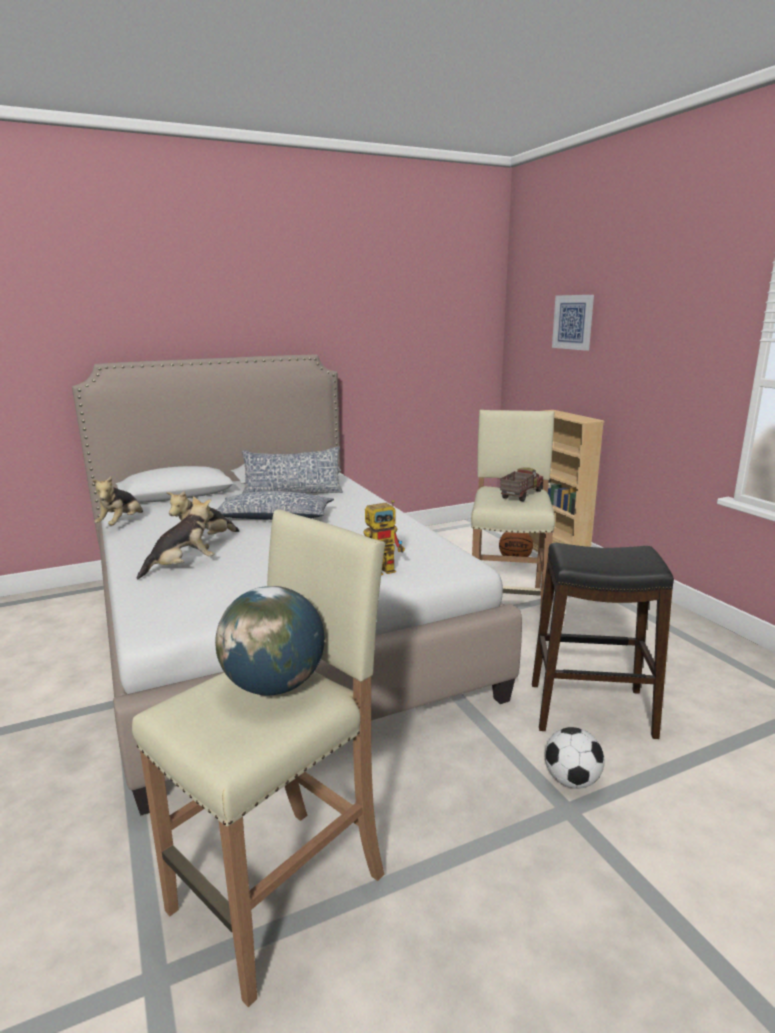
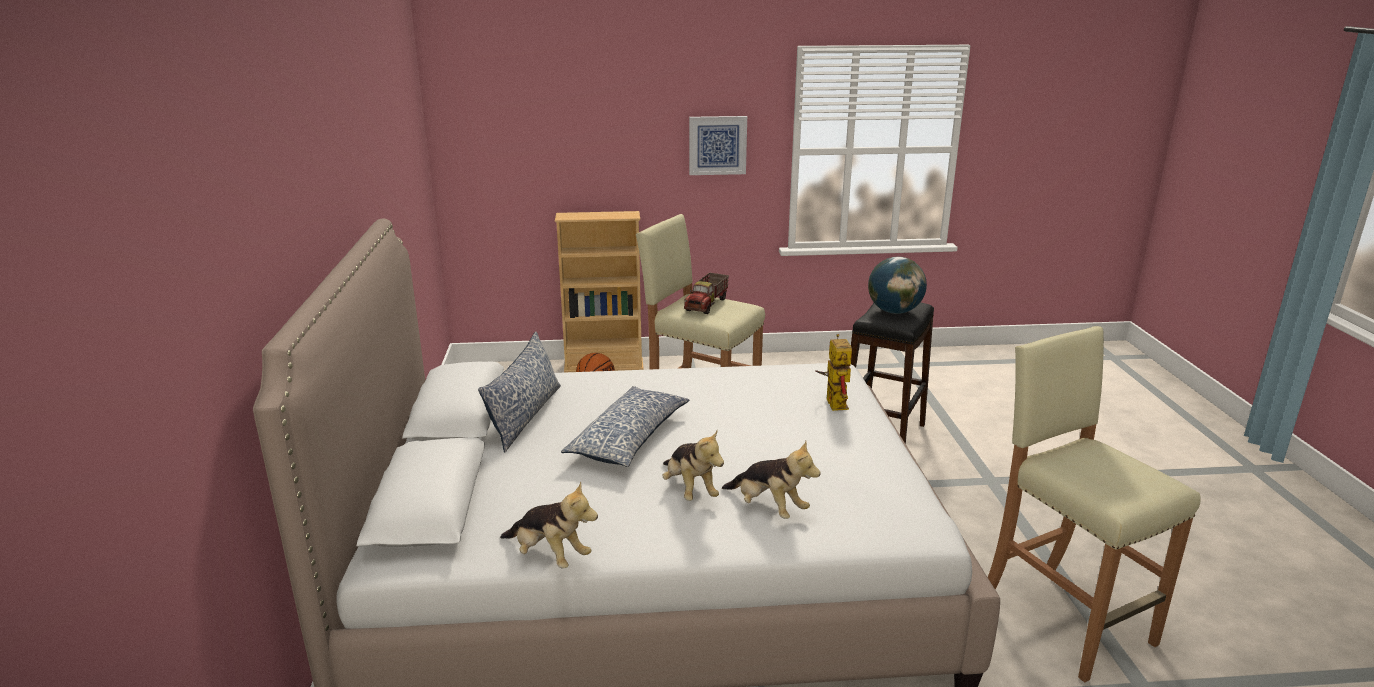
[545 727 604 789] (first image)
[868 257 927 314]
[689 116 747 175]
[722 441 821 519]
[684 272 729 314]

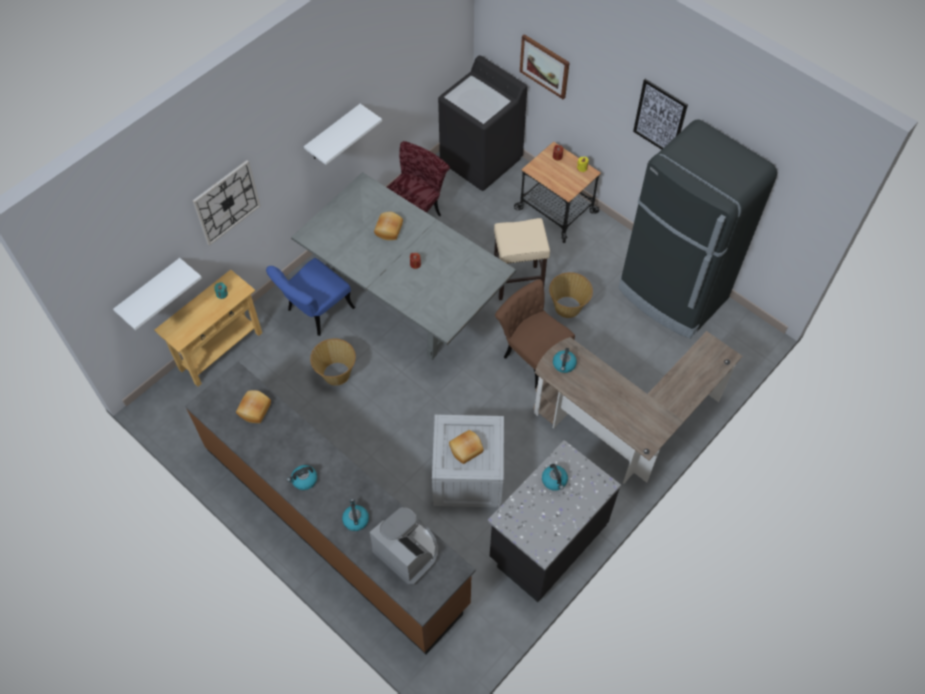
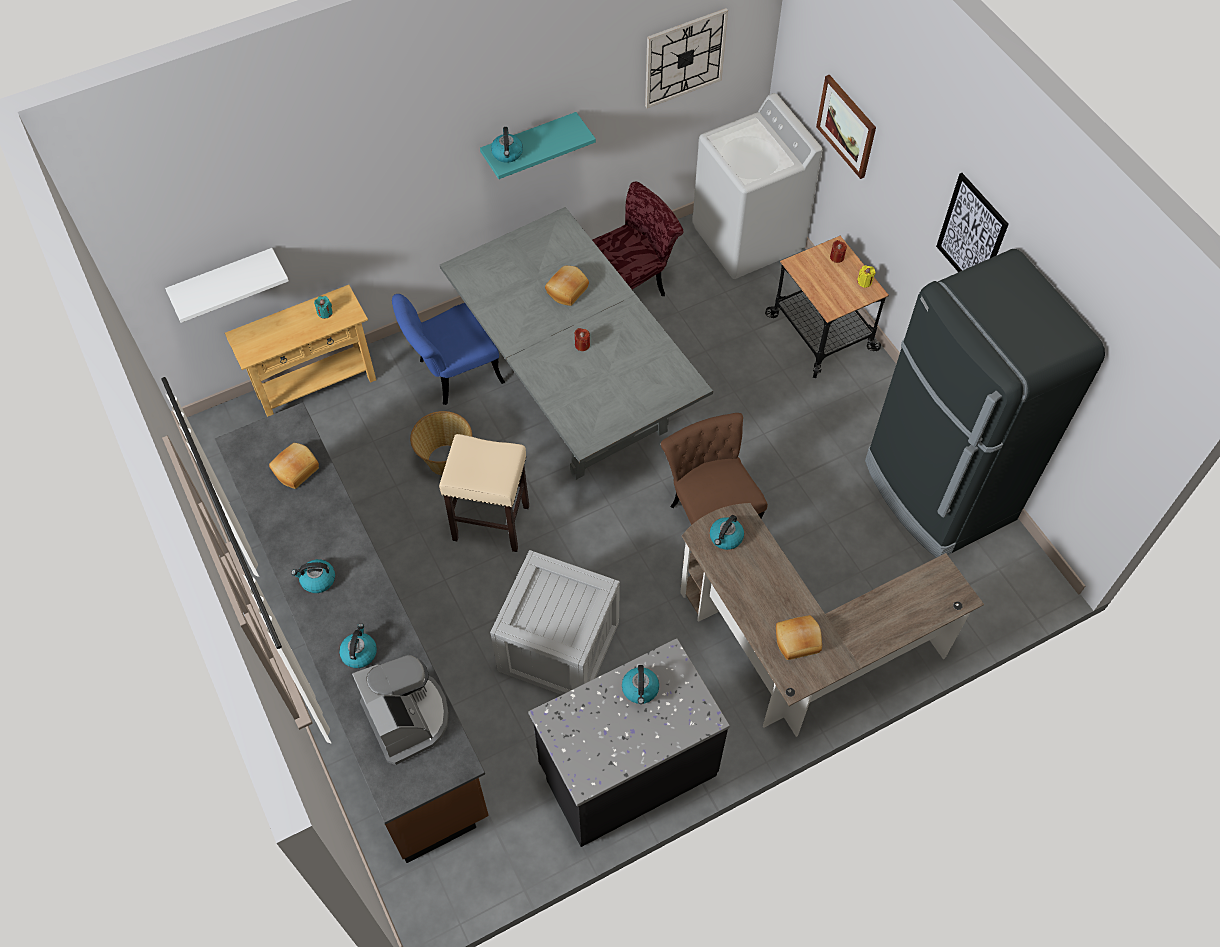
[549 272 593 318] (first image)
[491 127 523 163]
[645 8 728 108]
[776 615 822 660]
[439 434 529 552]
[480 112 596 179]
[692 93 822 279]

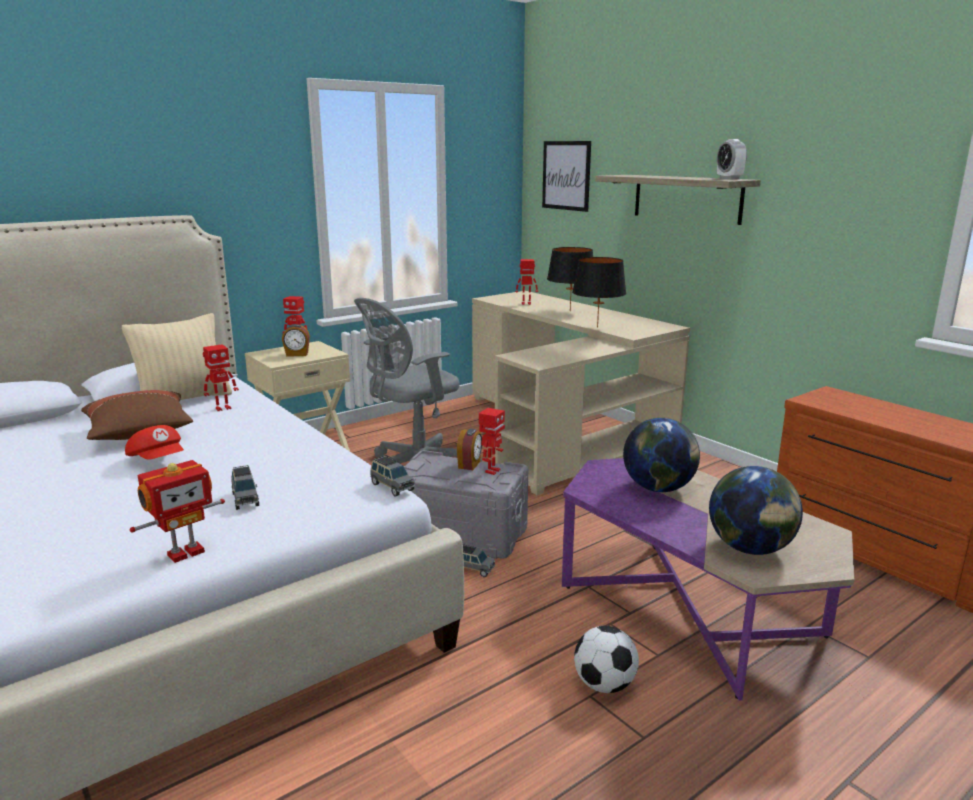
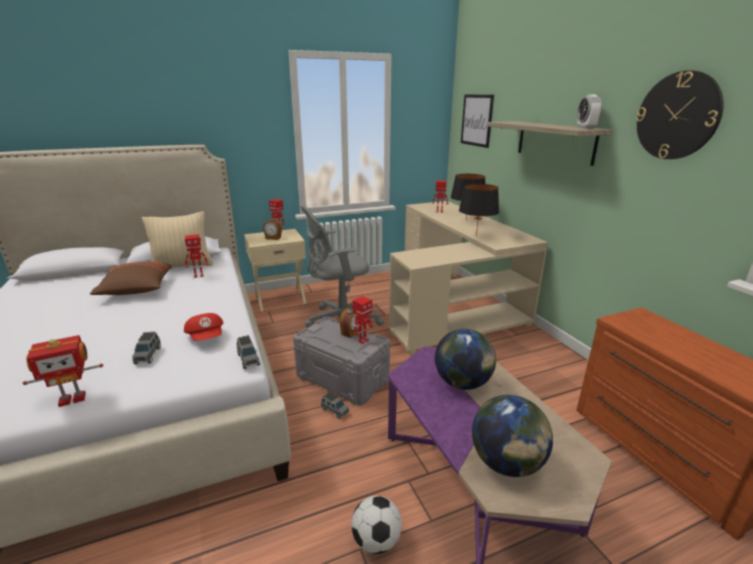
[636 70 724 159]
[184 313 223 341]

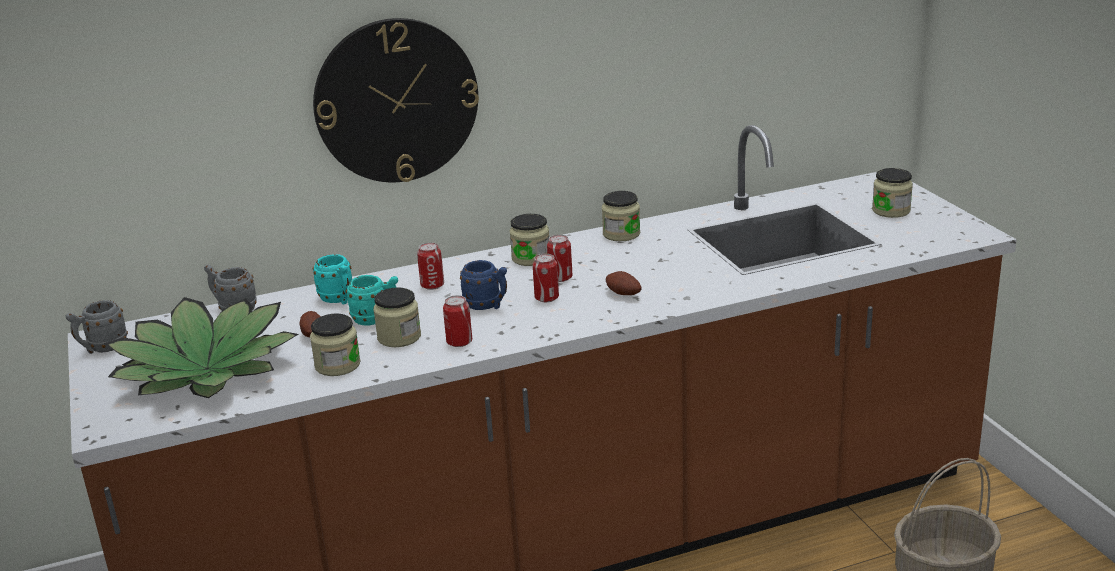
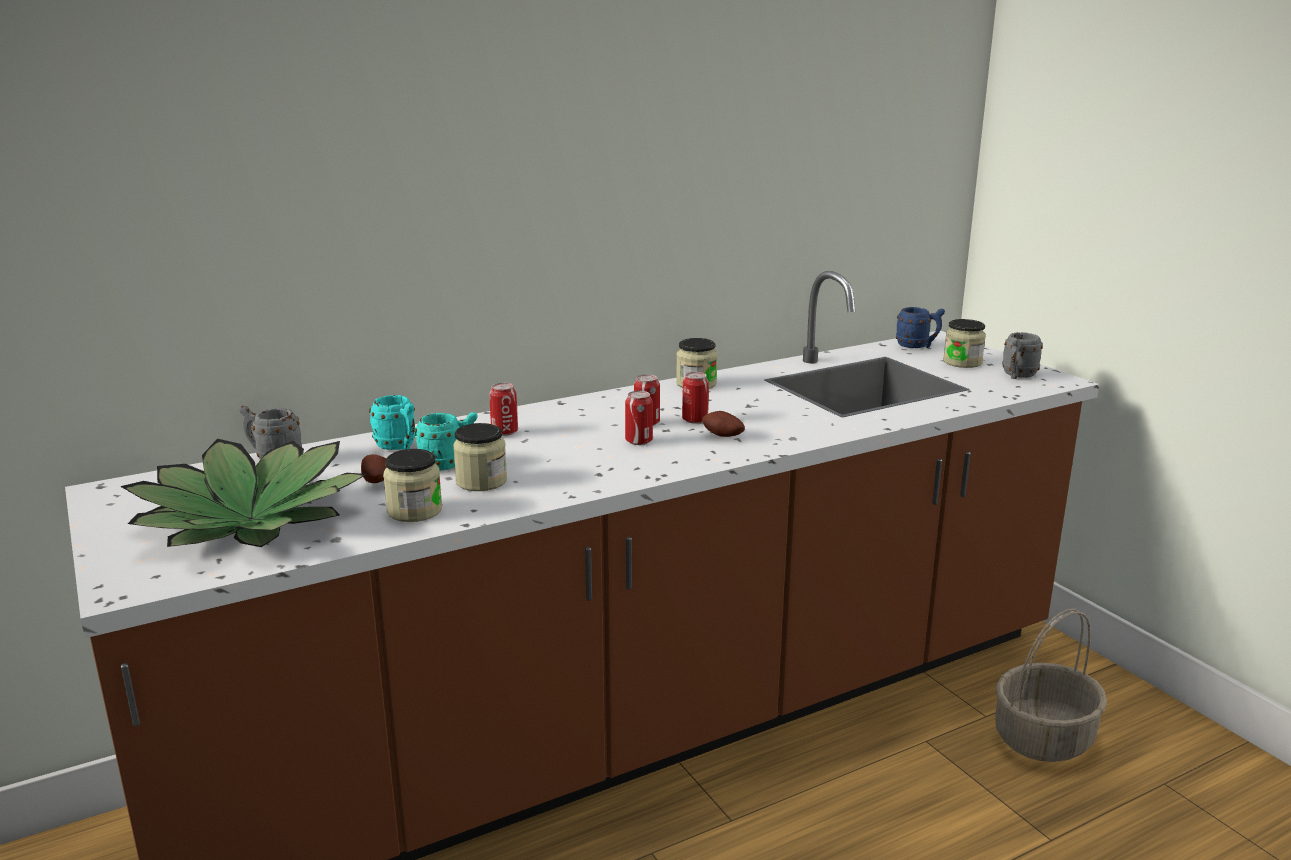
[313 18 479 182] (first image)
[510 214 549 266] (first image)
[1002 332 1043 379]
[682 372 709 424]
[896 307 945 348]

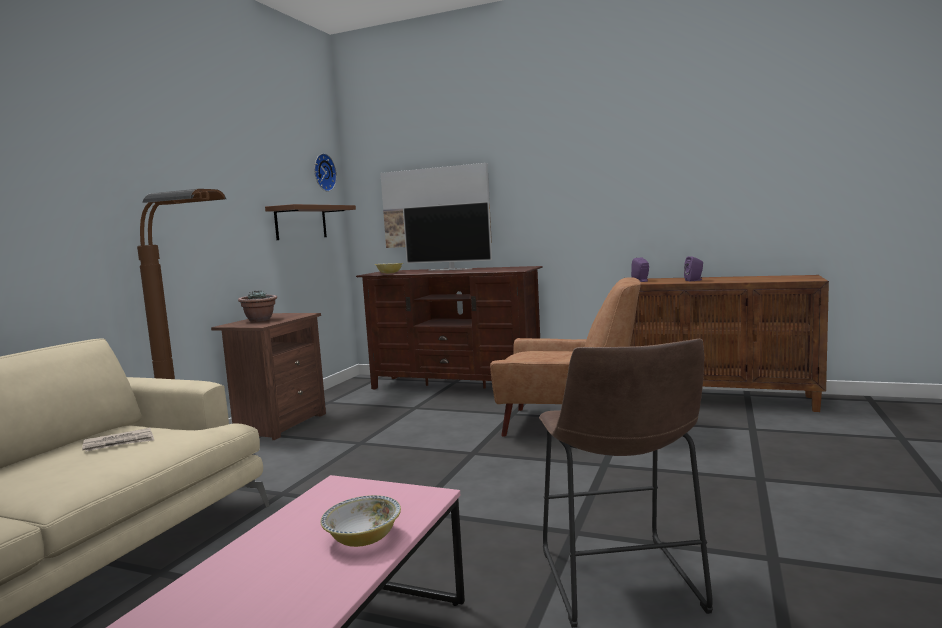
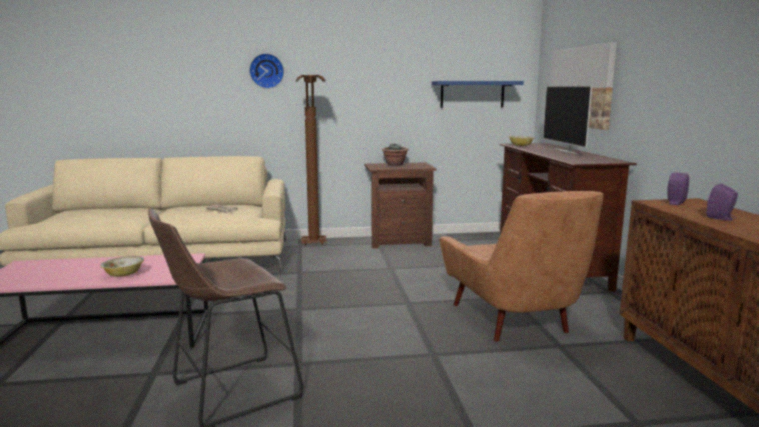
[249 53 284 89]
[432 81 524 108]

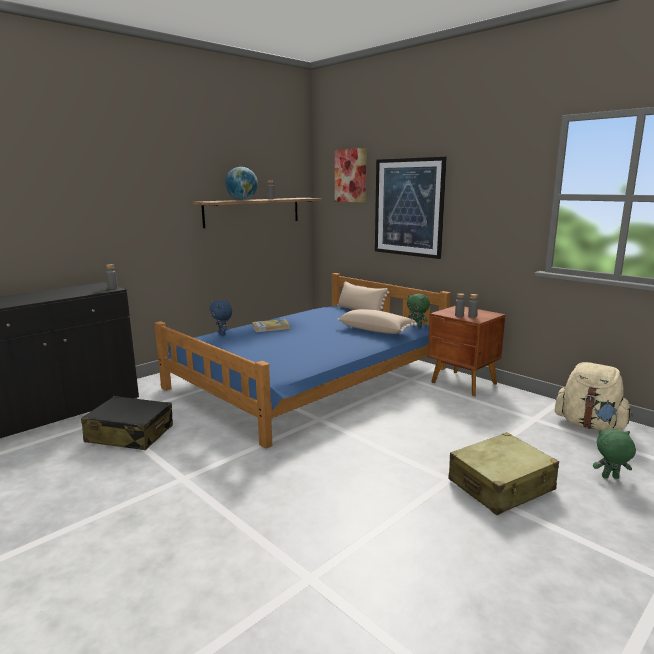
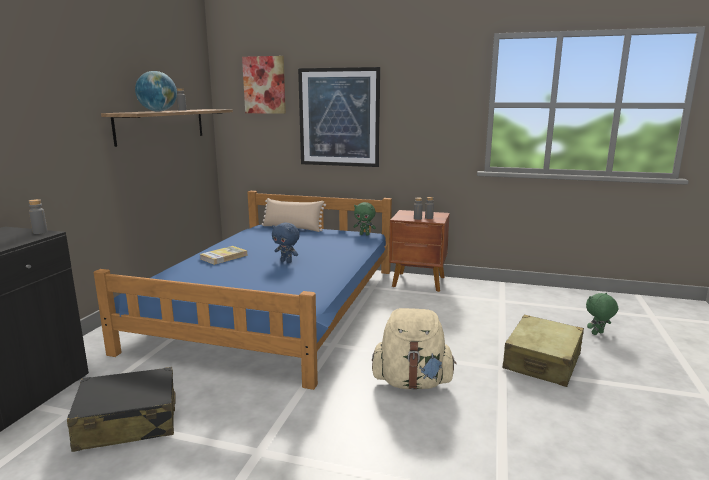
[337 309 417 334] (first image)
[272 223 300 263]
[372 308 456 390]

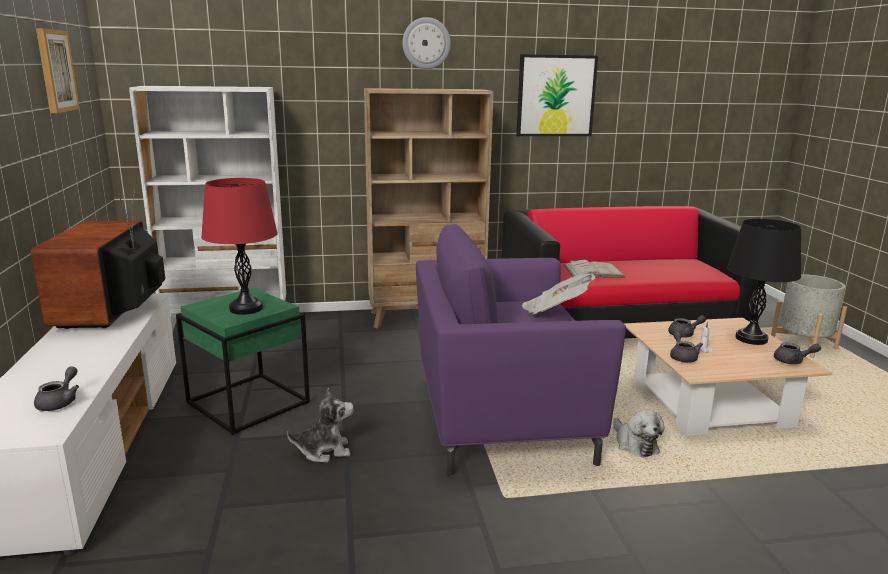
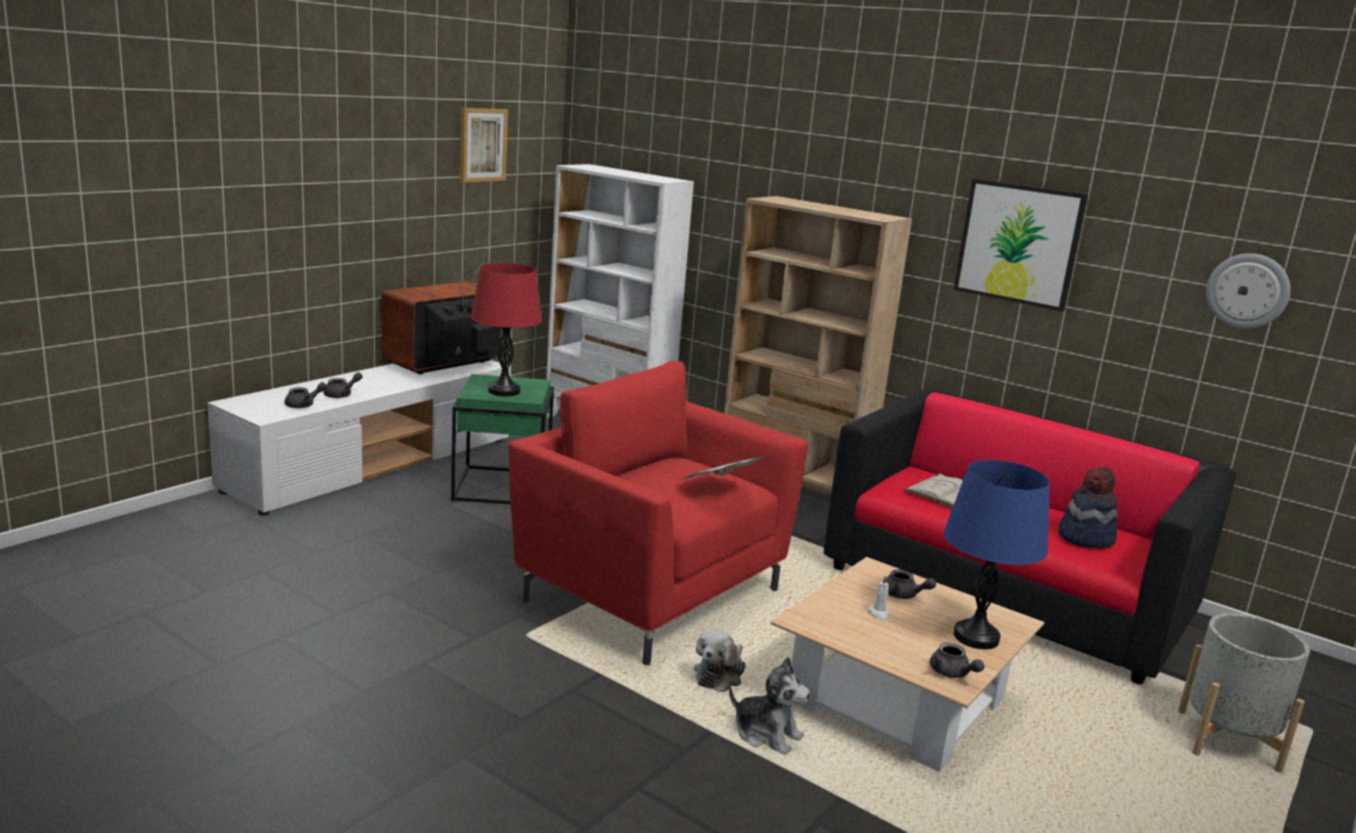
[1058 467 1118 549]
[729 657 810 755]
[1206 253 1291 329]
[324 372 363 398]
[509 361 808 665]
[944 460 1050 649]

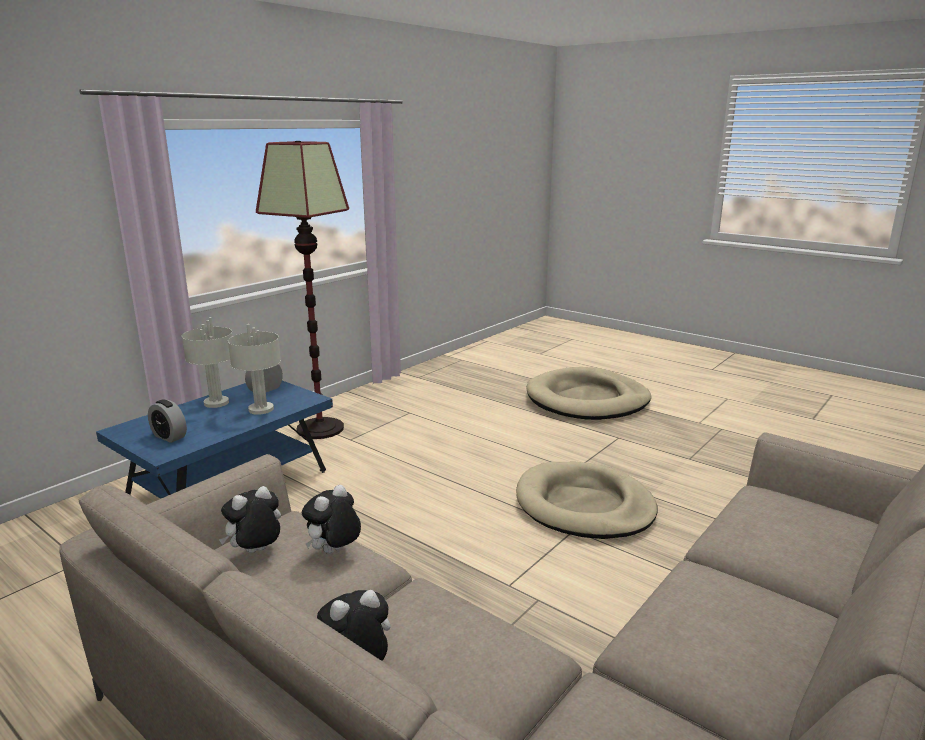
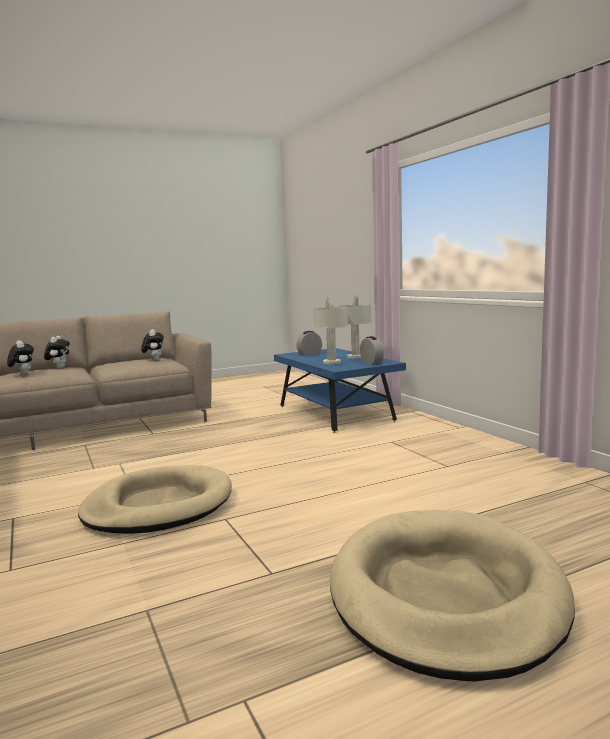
[256 141 349 439] (first image)
[7 340 34 375]

